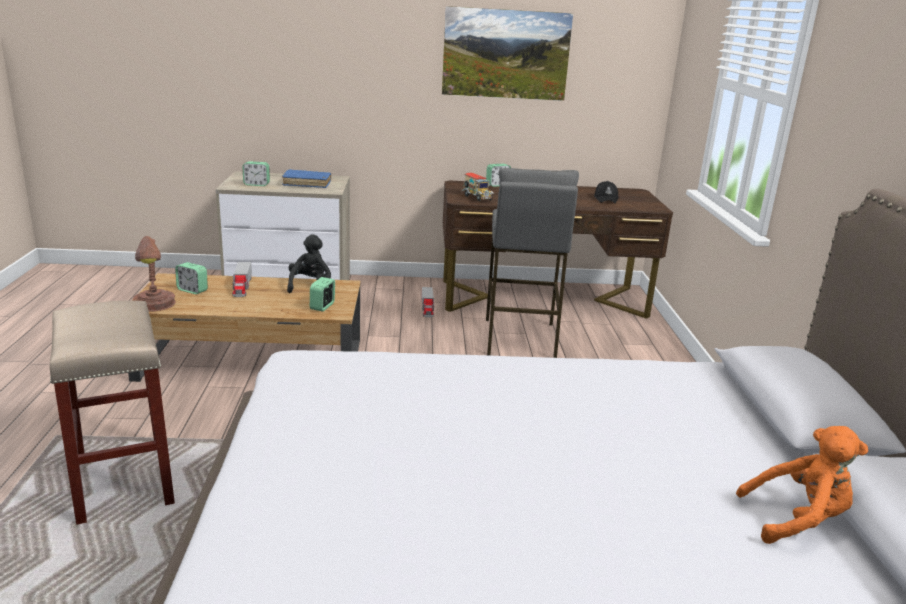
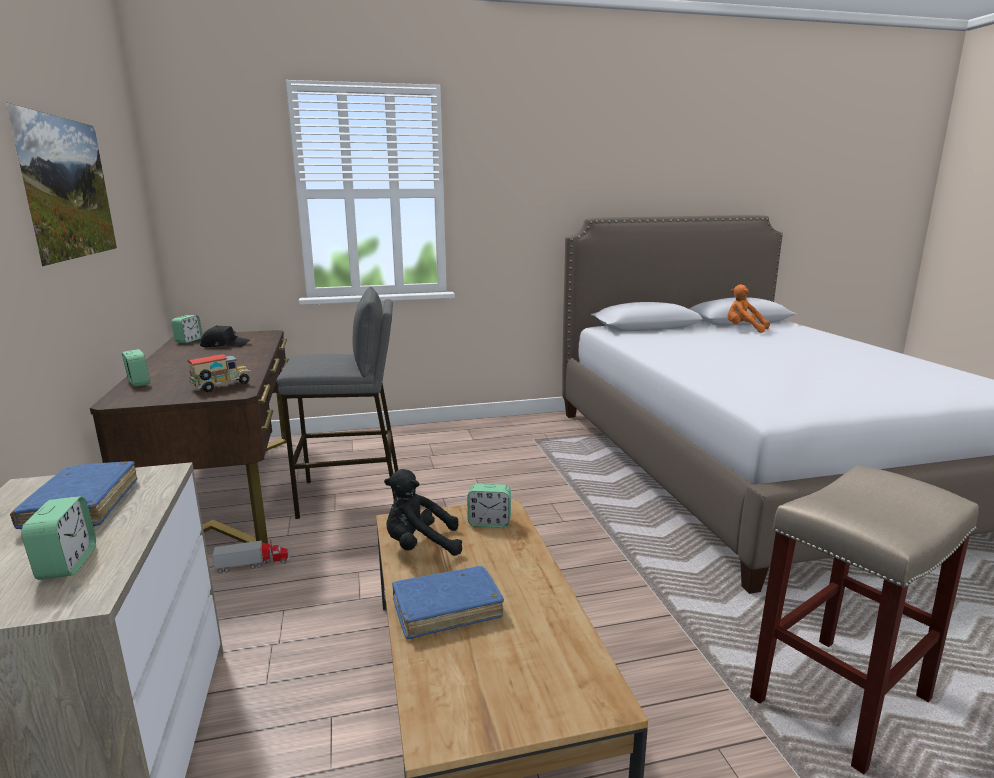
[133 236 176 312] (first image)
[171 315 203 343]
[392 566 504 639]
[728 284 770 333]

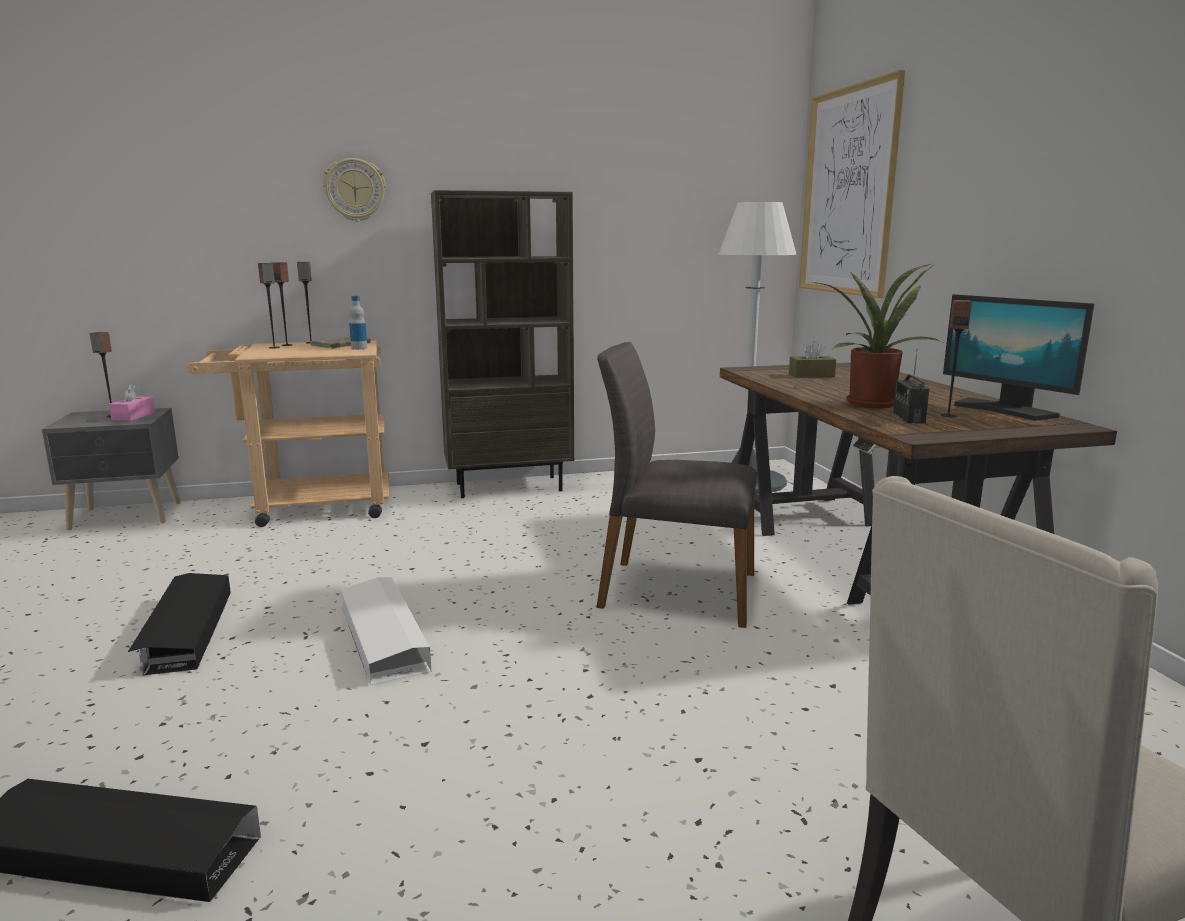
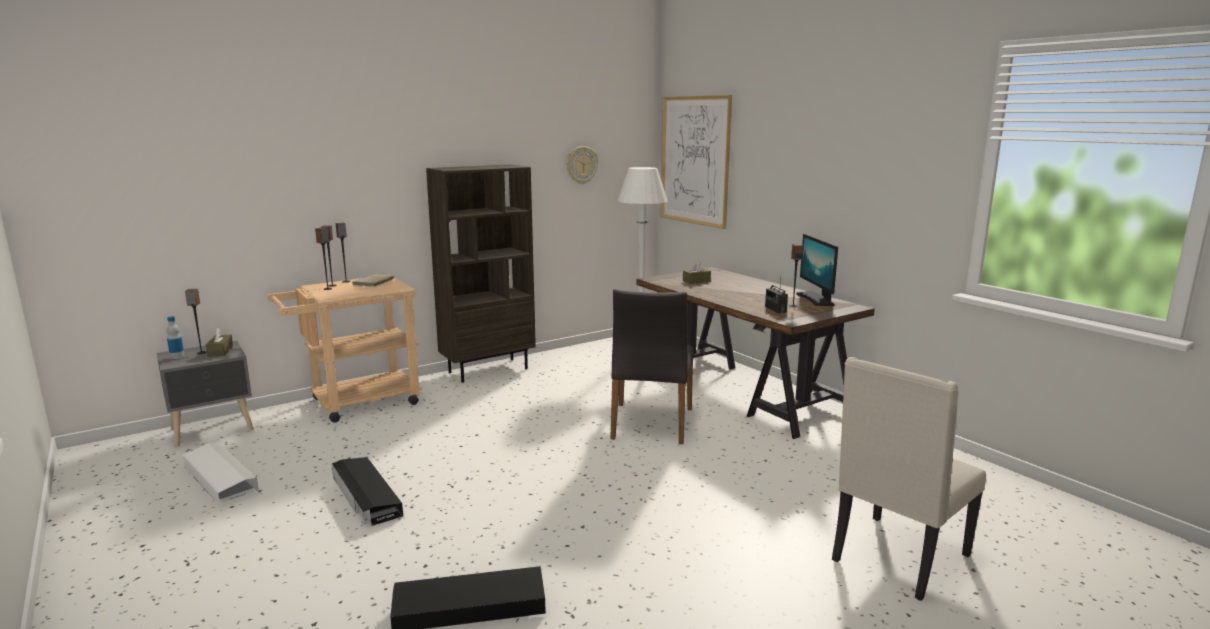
[812 263 941 409] (first image)
[566 146 598 184]
[183 442 259 506]
[166 316 185 359]
[206 327 233 357]
[610 289 694 444]
[796 234 838 306]

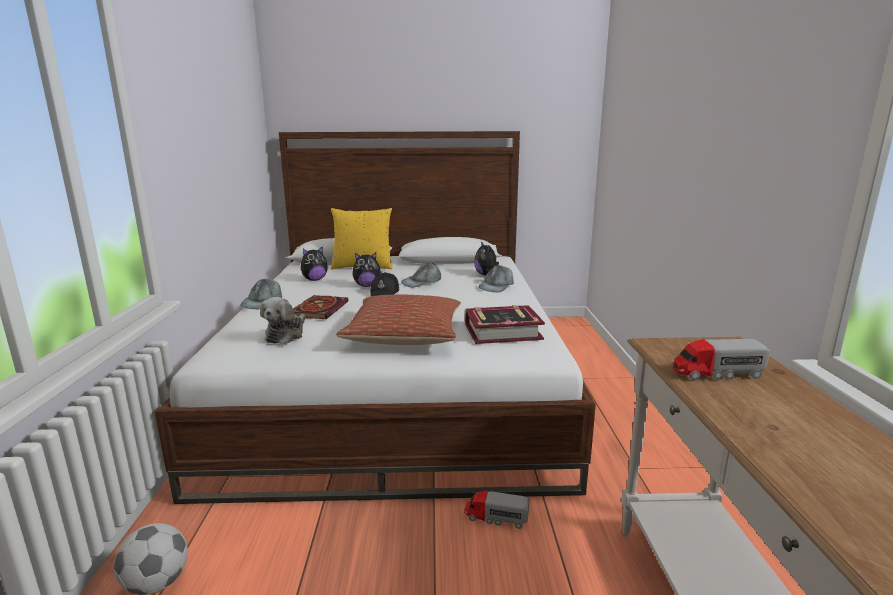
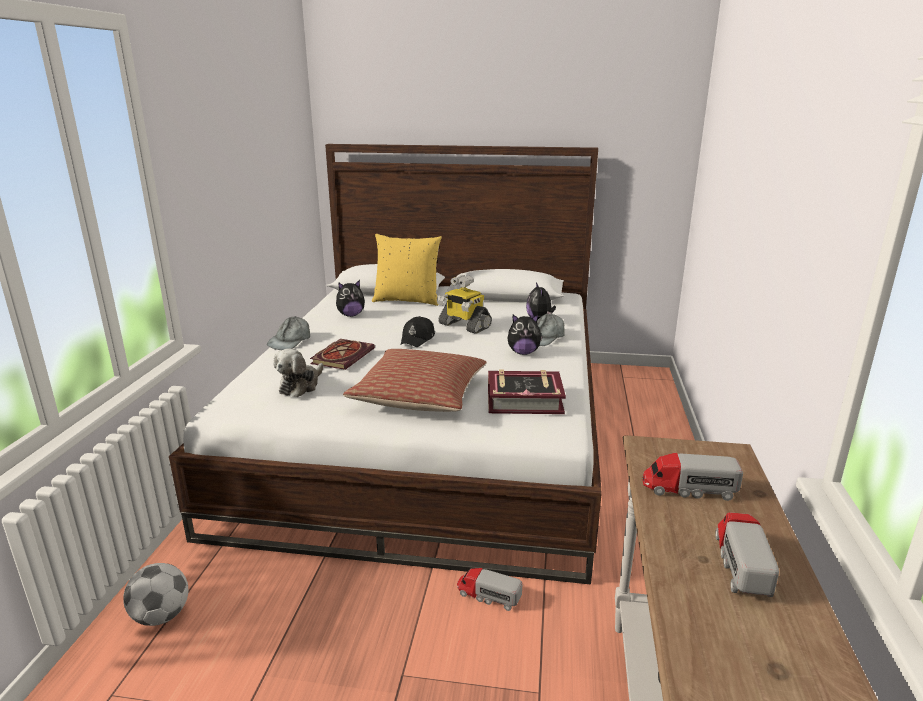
[715 513 779 597]
[507 314 543 355]
[437 275 492 334]

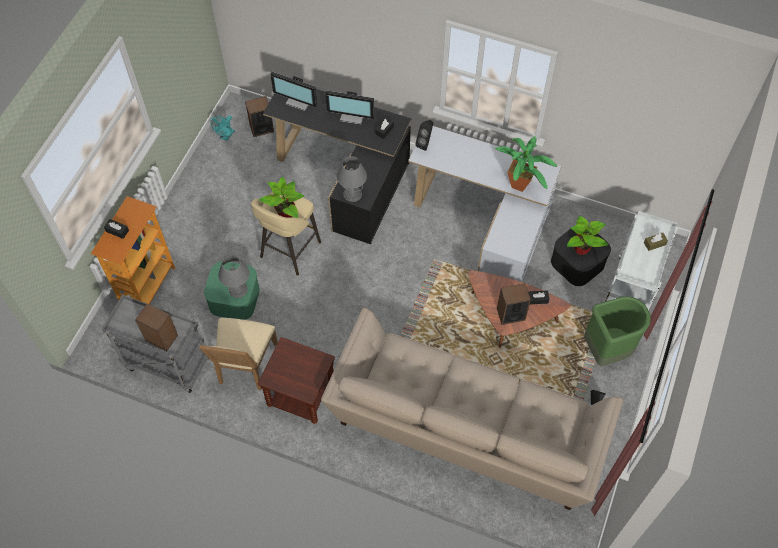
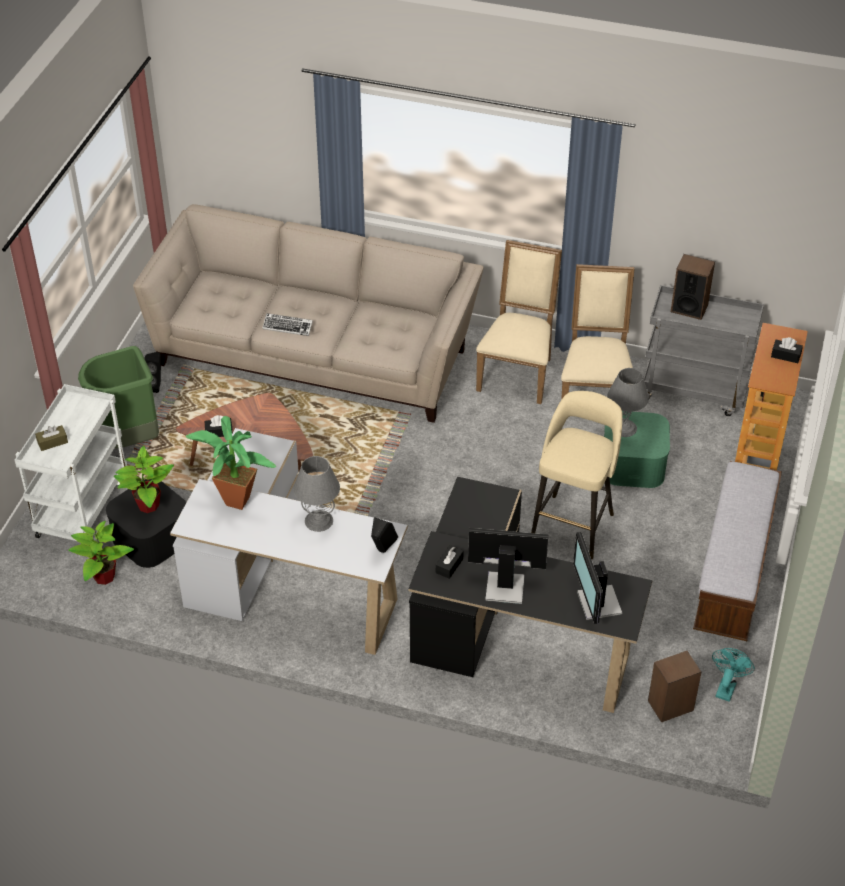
[497 283 531 325] (first image)
[262 313 313 336]
[693 461 782 641]
[68 521 134 585]
[293 456 340 532]
[476 240 562 404]
[573 532 622 624]

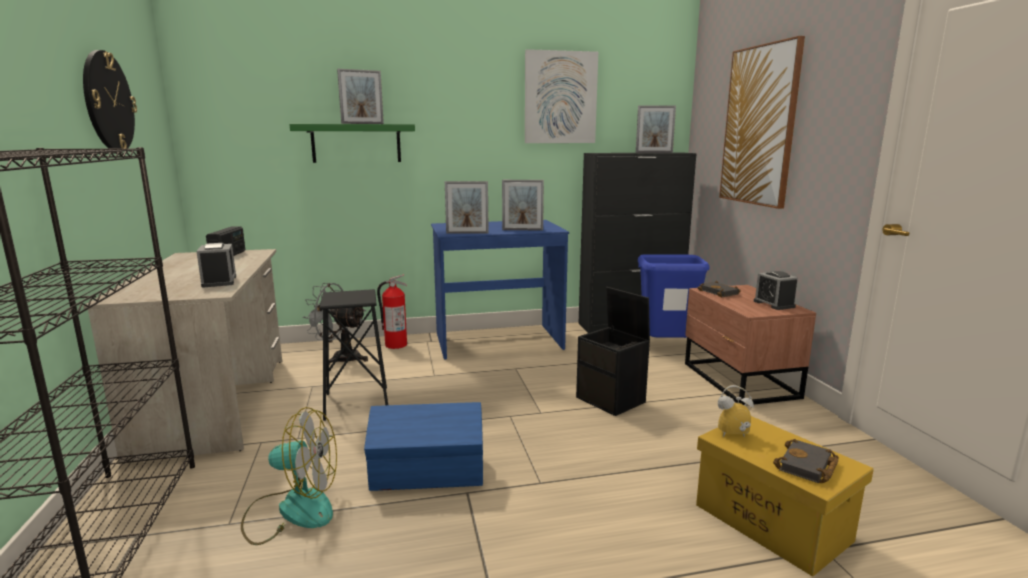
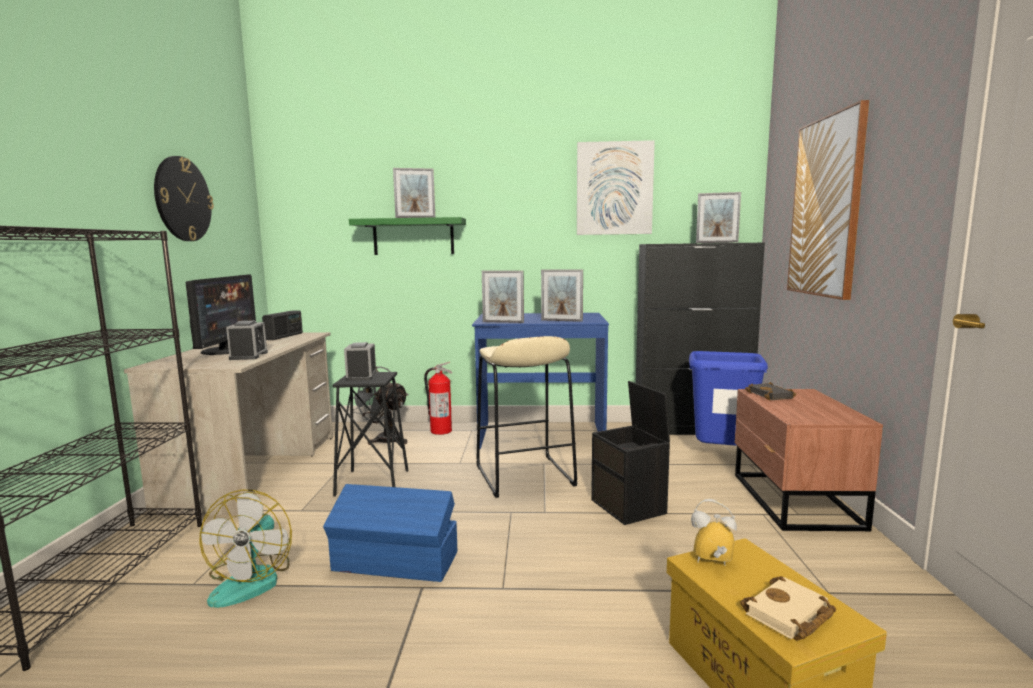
[186 274 256 355]
[476 336 577 498]
[344 342 376 381]
[740 576 836 641]
[199 490 292 608]

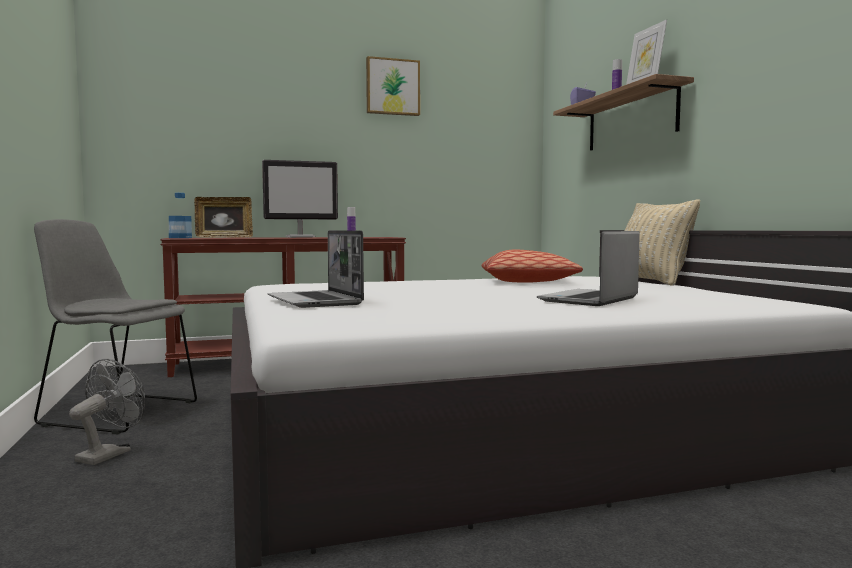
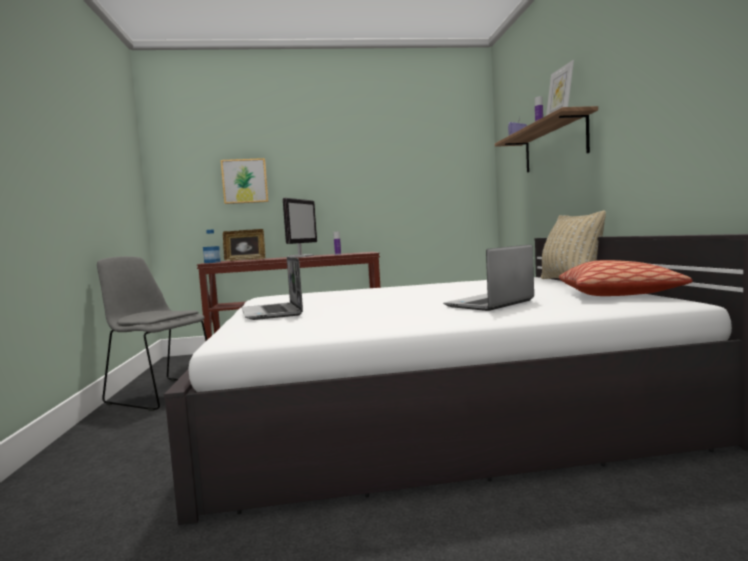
[69 359 145 465] (first image)
[221 158 269 204]
[559 260 693 296]
[283 198 317 257]

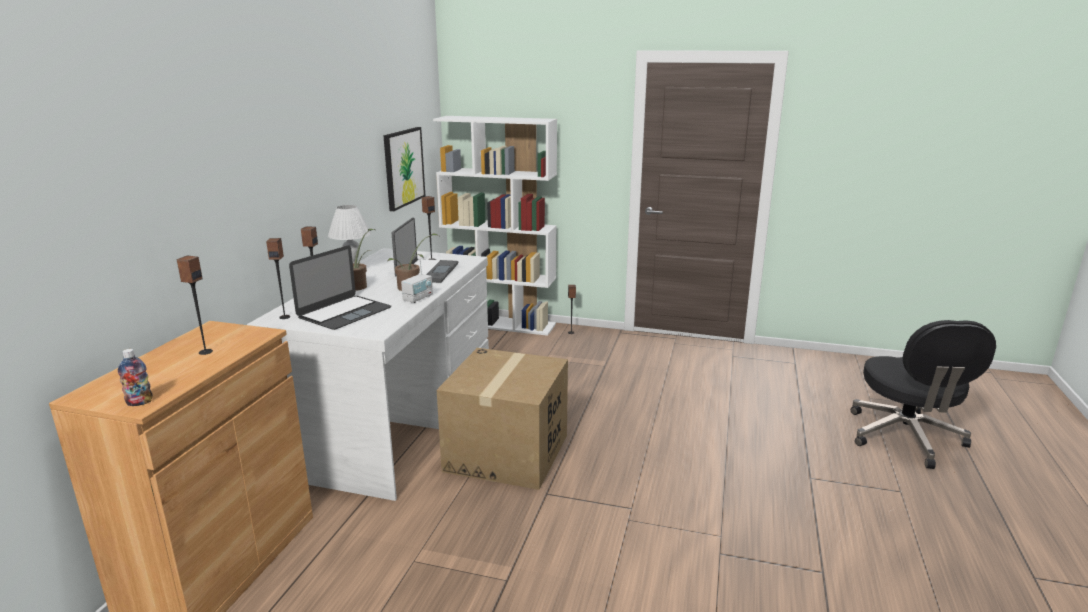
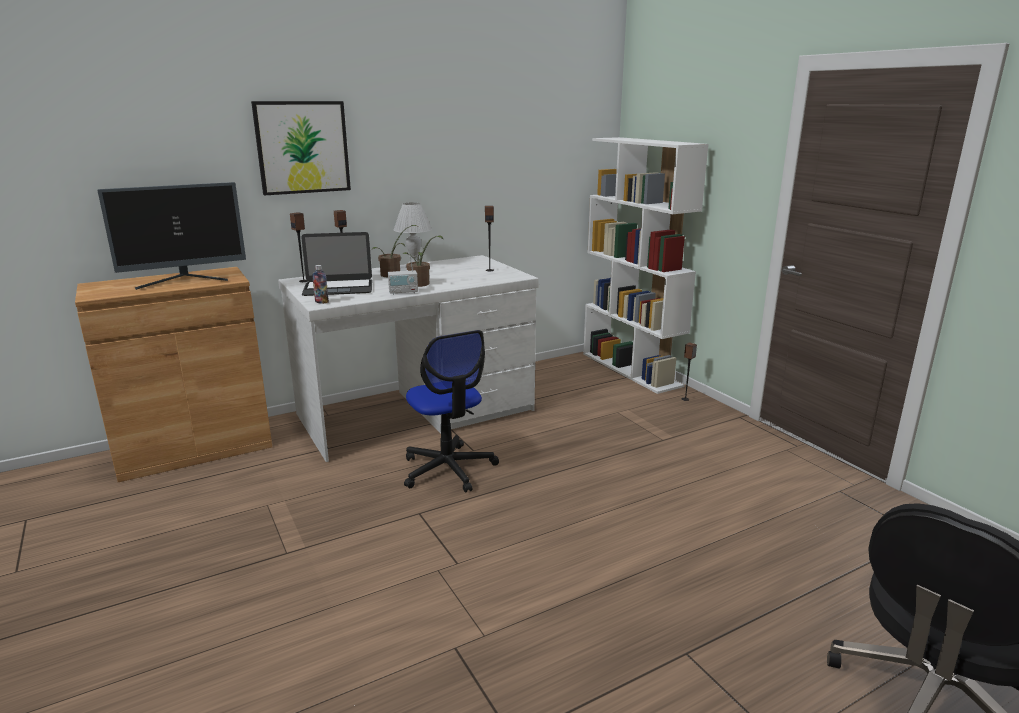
[392 217 458 283] (first image)
[312 265 329 304]
[251 101 351 196]
[97 182 246 290]
[404 330 499 493]

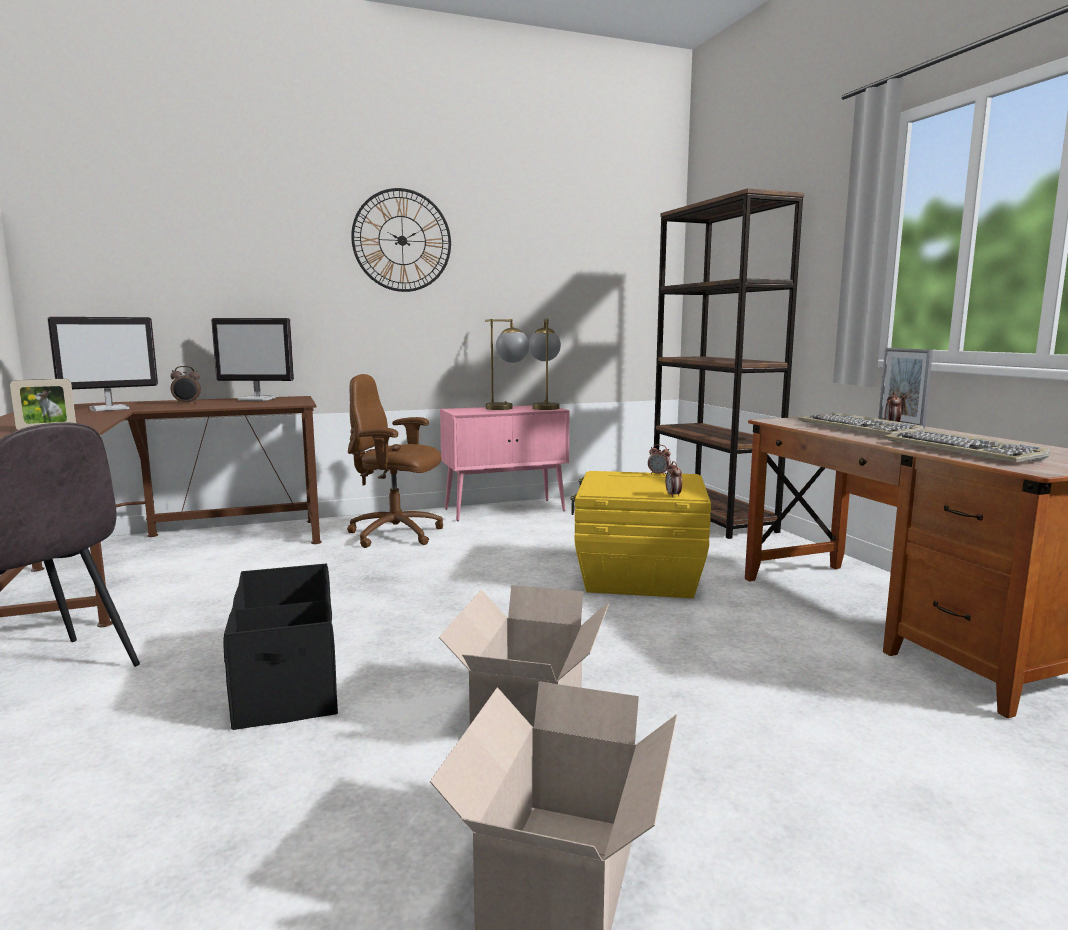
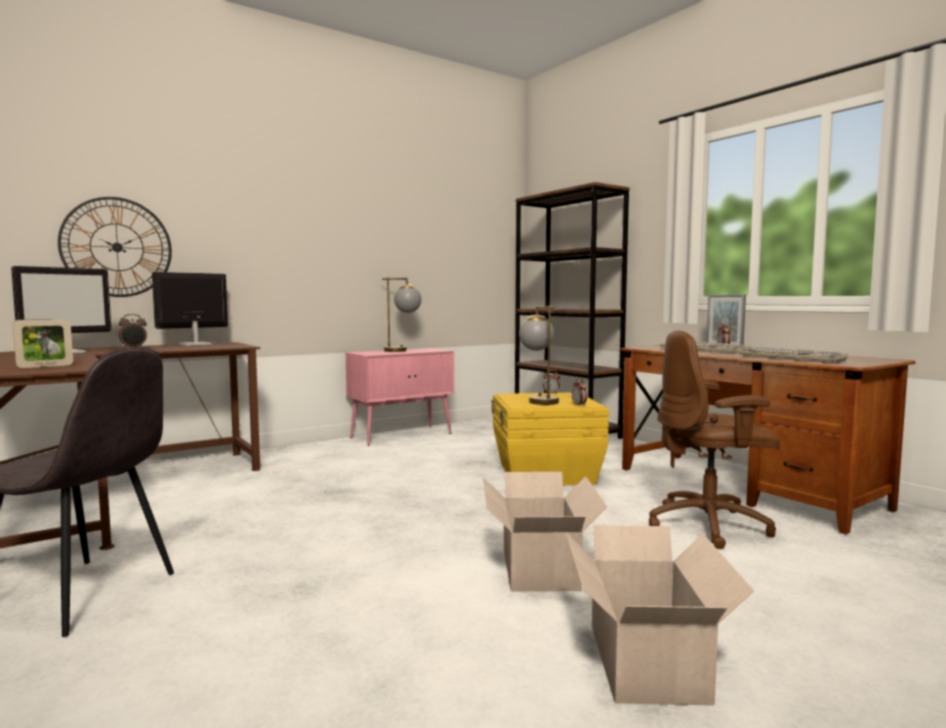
[223 563 338 730] (first image)
[649 330 780 549]
[58 197 172 297]
[519 306 559 405]
[152 272 228 346]

